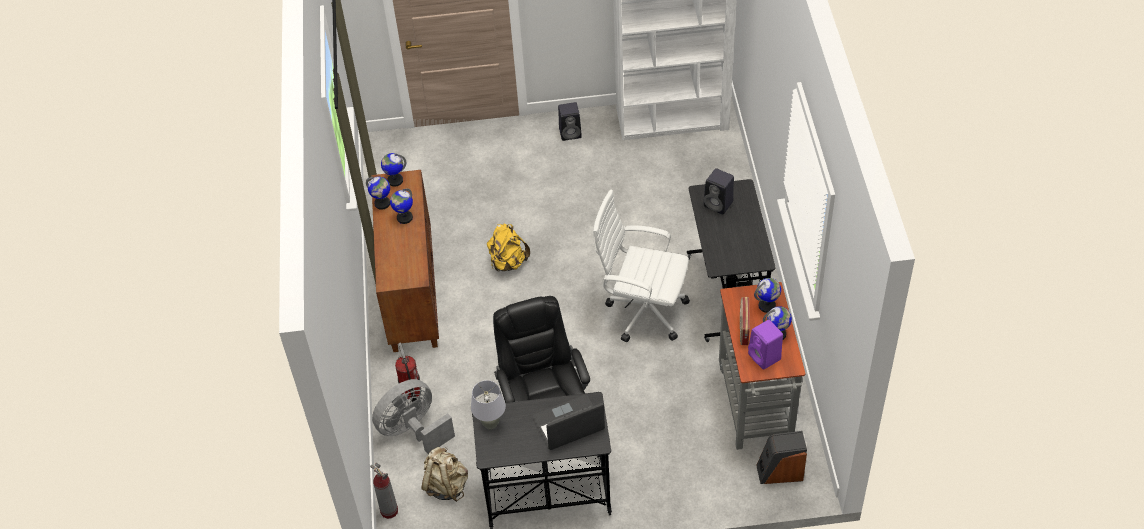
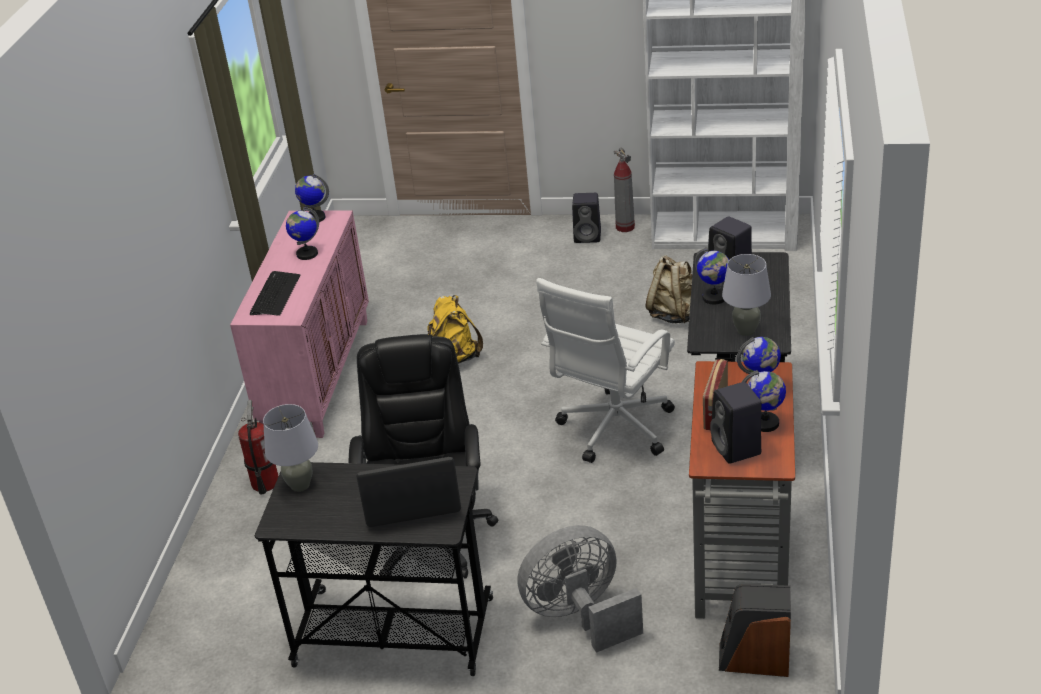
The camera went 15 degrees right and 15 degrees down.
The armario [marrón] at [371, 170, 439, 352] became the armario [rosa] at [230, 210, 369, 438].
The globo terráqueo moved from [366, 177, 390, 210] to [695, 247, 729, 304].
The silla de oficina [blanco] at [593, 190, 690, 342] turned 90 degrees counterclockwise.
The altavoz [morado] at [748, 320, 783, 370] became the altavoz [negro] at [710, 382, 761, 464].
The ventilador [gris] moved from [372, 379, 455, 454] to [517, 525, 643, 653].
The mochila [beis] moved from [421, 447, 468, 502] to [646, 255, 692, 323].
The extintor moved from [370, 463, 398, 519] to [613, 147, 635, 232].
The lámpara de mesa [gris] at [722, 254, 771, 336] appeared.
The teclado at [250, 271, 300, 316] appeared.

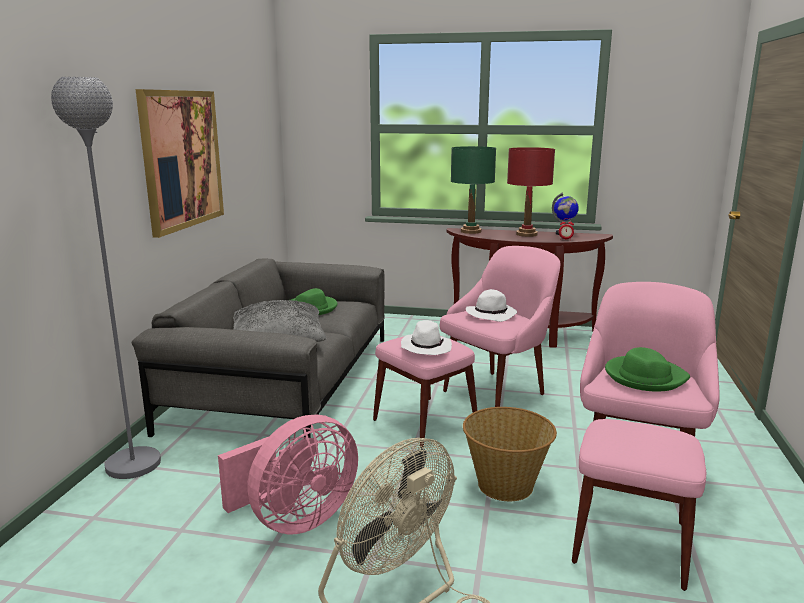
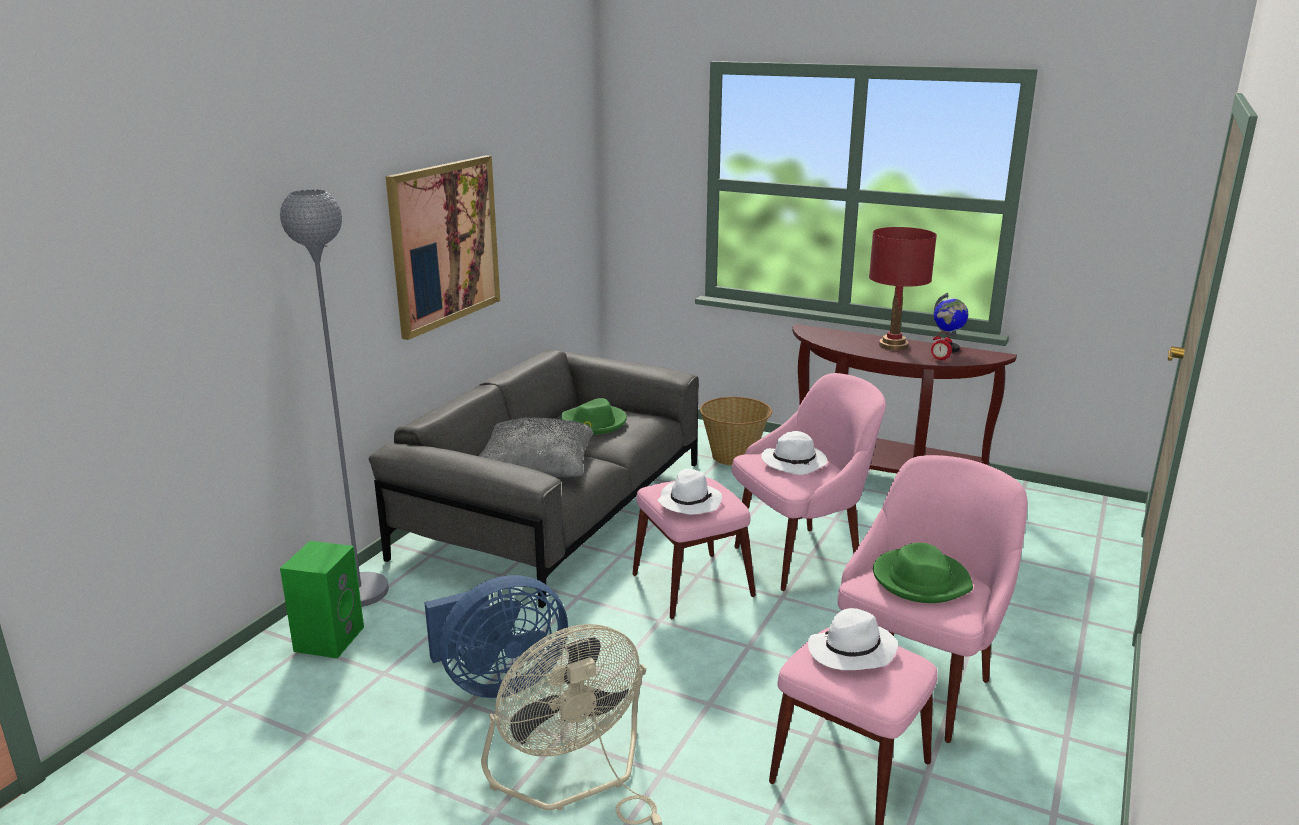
The camera went 15 degrees right and 5 degrees up.
The lámpara de mesa [verde] at [451, 146, 496, 234] disappeared.
The cesta moved from [463, 407, 557, 501] to [700, 397, 772, 465].
The ventilador [rosa] at [218, 414, 358, 535] became the ventilador [azul] at [424, 575, 568, 698].
The altavoz [verde] at [280, 541, 364, 658] appeared.
The sombrero [blanco] at [808, 608, 898, 670] appeared.

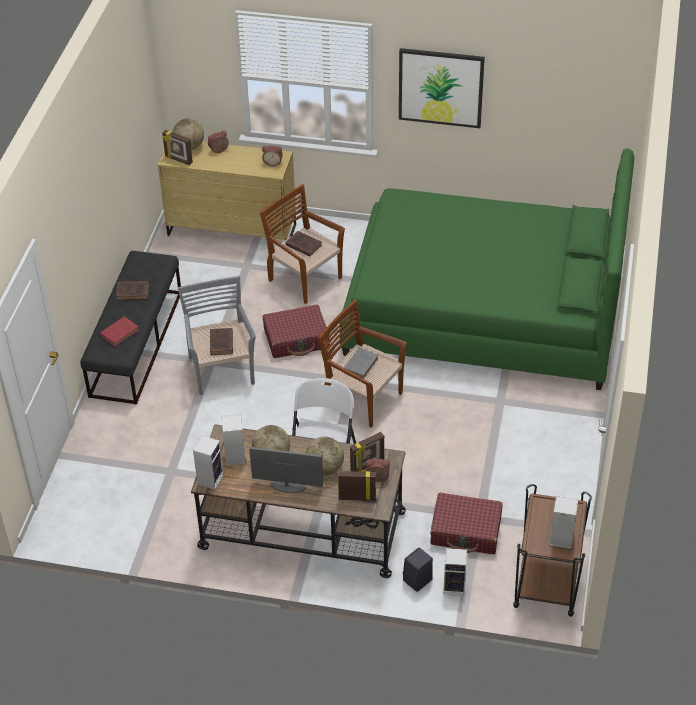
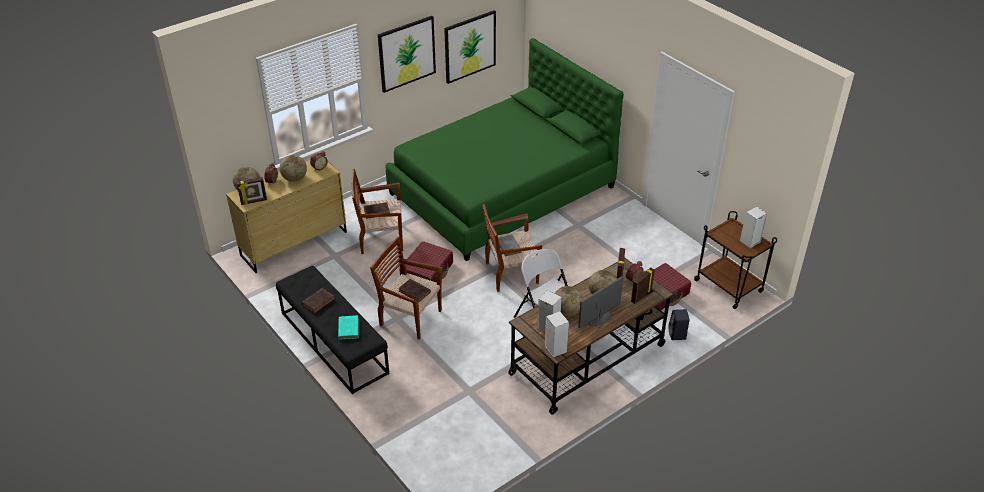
The camera went 50 degrees left and 5 degrees down.
The sillón [gris] at [177, 276, 256, 395] became the sillón [marrón] at [370, 237, 443, 340].
The libro [rojo] at [100, 316, 139, 347] became the libro [turquesa] at [338, 315, 359, 340].
The altavoz at [443, 548, 467, 596] disappeared.
The cuadro at [444, 10, 496, 84] appeared.
The globo terráqueo at [280, 155, 307, 182] appeared.

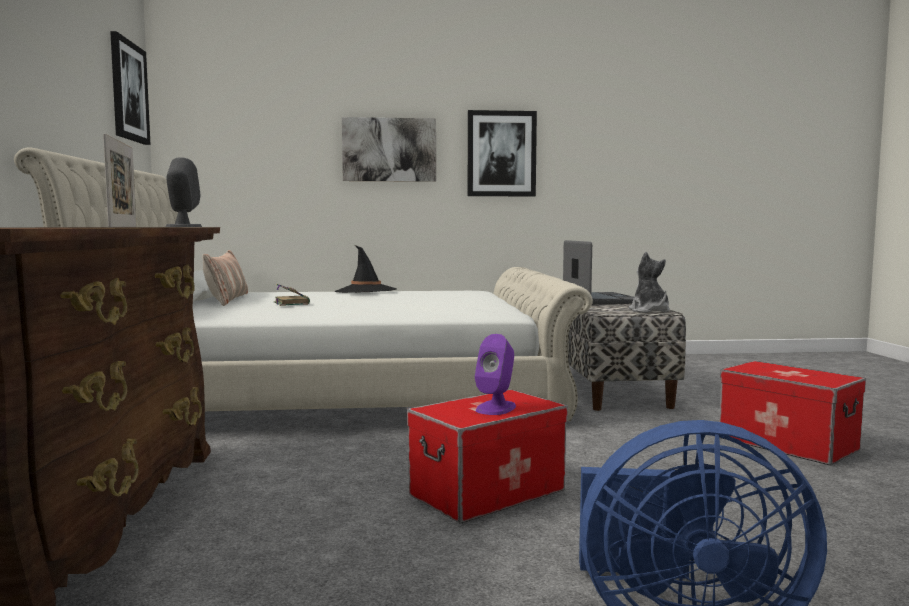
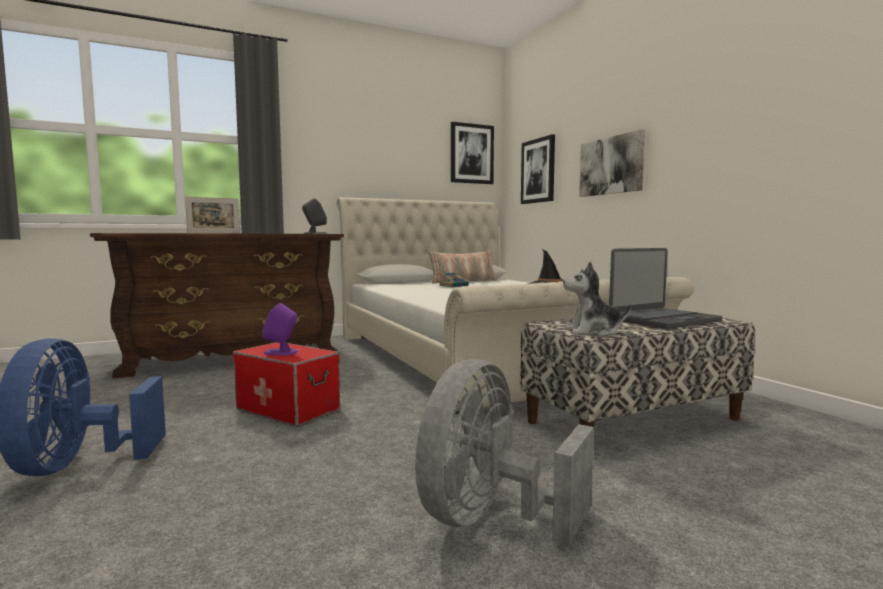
The camera went 70 degrees right and 0 degrees up.
The cuadro moved from [468, 110, 537, 196] to [521, 134, 555, 204].
The peluche at [629, 252, 670, 313] turned 150 degrees counterclockwise.
The caja de almacenaje at [719, 361, 866, 465] was replaced by the ventilador [gris] at [415, 359, 594, 546].

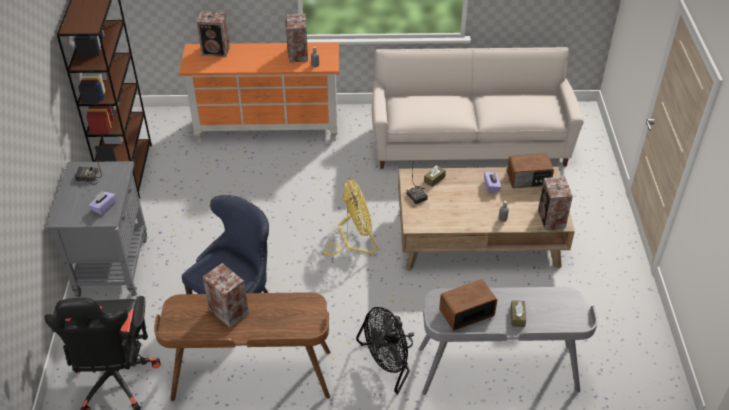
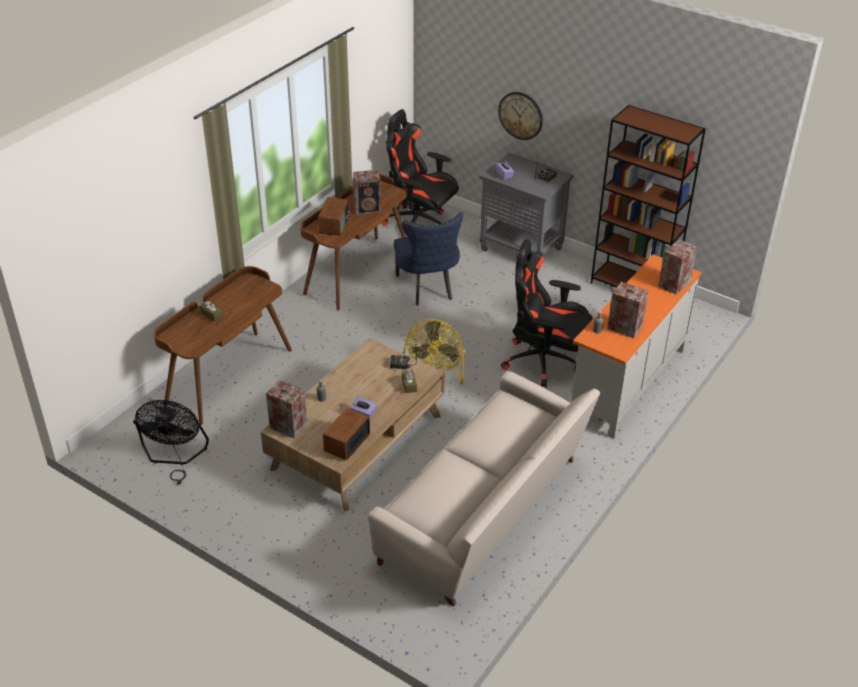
The camera went 125 degrees right and 5 degrees down.
The radio moved from [439, 279, 497, 331] to [318, 197, 351, 236].
The escritorio [gris] at [419, 287, 598, 395] became the escritorio [marrón] at [154, 266, 292, 425].
The ventilador [negro] moved from [356, 307, 414, 394] to [133, 400, 209, 485].
The reloj de pared at [498, 92, 543, 140] appeared.
The silla de oficina [negro] at [501, 239, 593, 387] appeared.

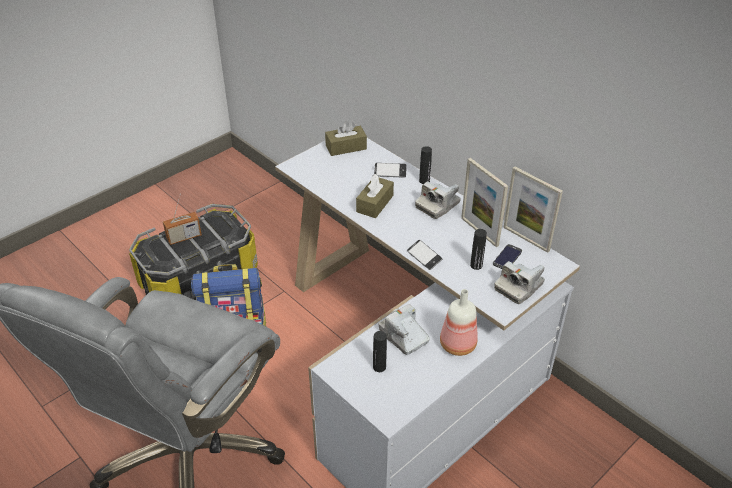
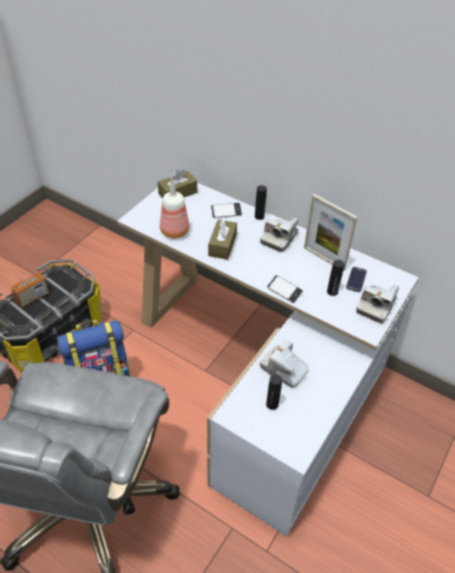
The camera went 15 degrees left and 5 degrees up.
The portarretratos at [503, 167, 563, 253] disappeared.
The botella moved from [440, 289, 478, 356] to [160, 181, 189, 238].

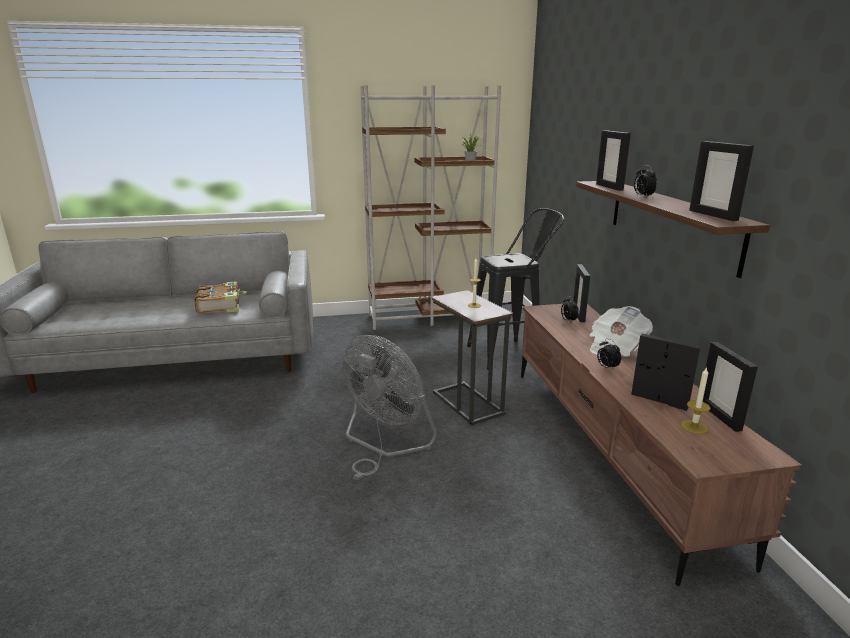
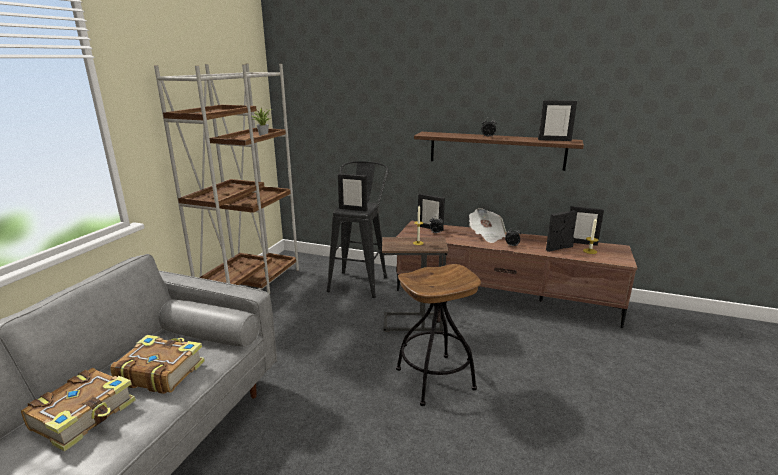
The camera went 60 degrees left and 0 degrees up.
The portarretratos moved from [596, 130, 631, 191] to [338, 173, 367, 211].
The ventilador [gris] at [341, 335, 437, 481] was replaced by the taburete [marrón] at [396, 264, 481, 406].
The libro at [21, 368, 136, 451] appeared.

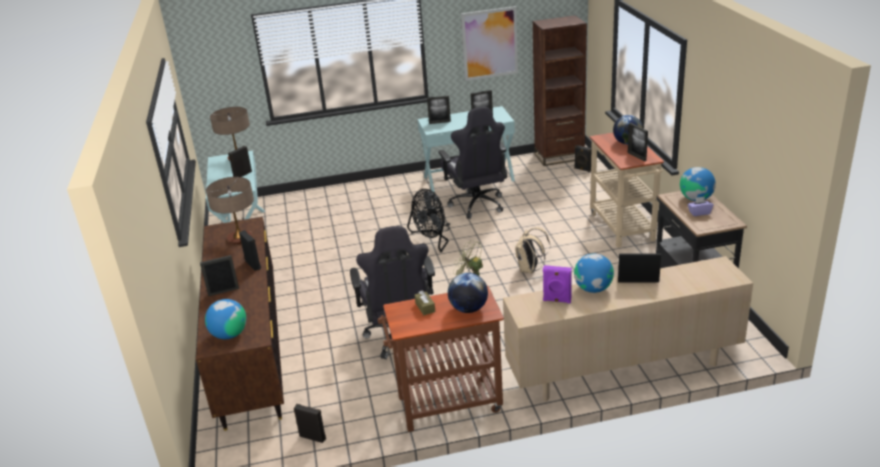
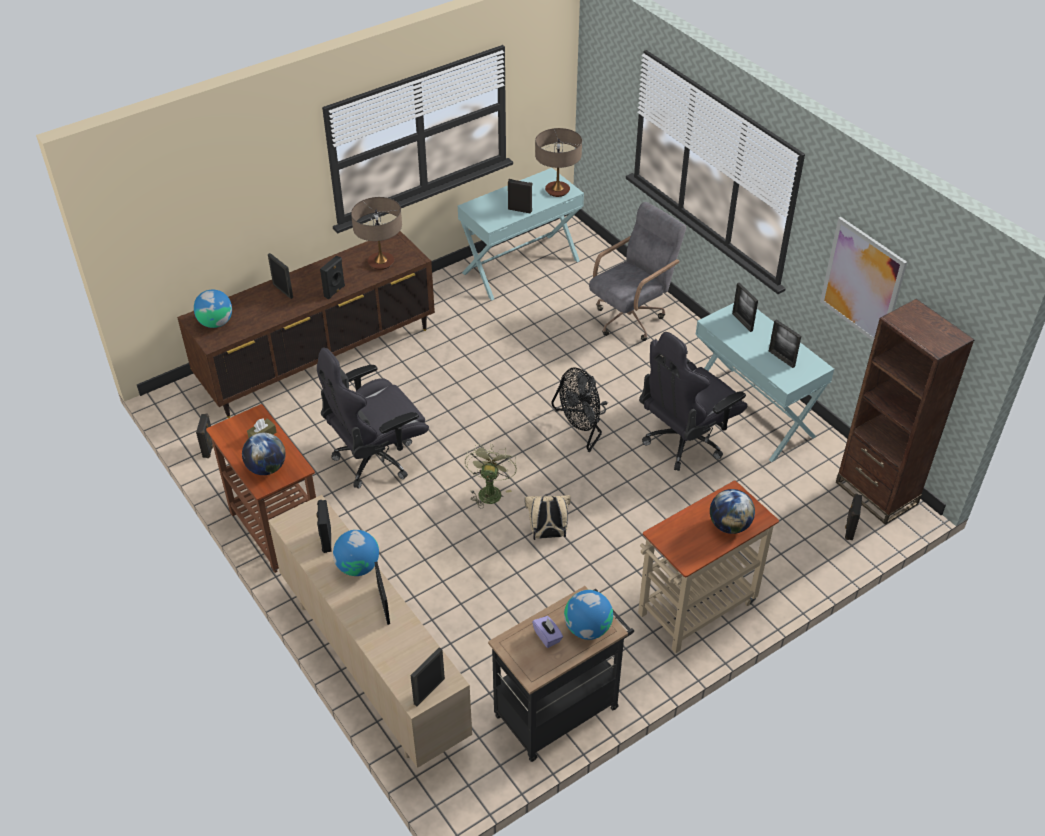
The camera went 65 degrees right and 15 degrees up.
The portarretratos moved from [628, 123, 648, 162] to [411, 647, 445, 706].
The ventilador [negro] at [407, 189, 450, 253] turned 60 degrees counterclockwise.
The altavoz [morado] at [543, 265, 572, 303] became the altavoz [negro] at [316, 500, 331, 553].
The silla de oficina [gris] at [589, 202, 686, 341] appeared.

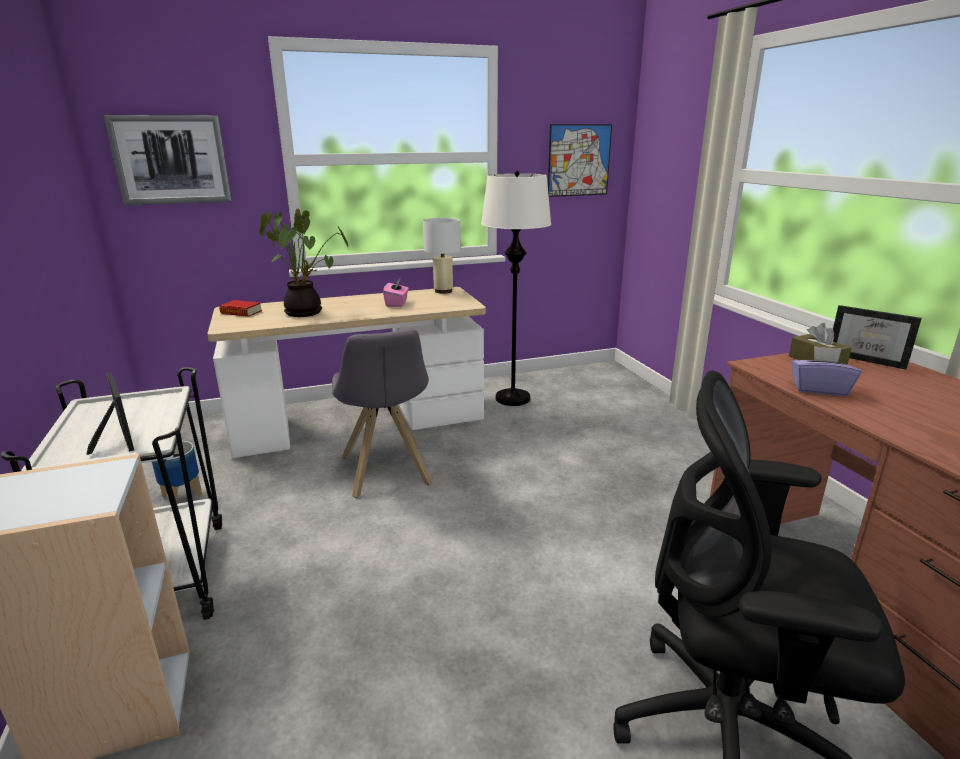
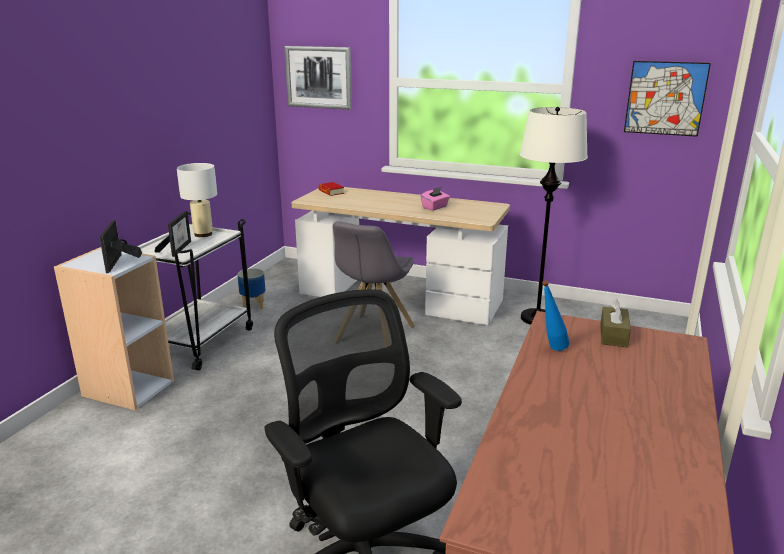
The camera went 40 degrees right and 0 degrees up.
The planta en maceta at [259, 209, 349, 317] disappeared.
The lámpara de mesa [blanco] moved from [423, 218, 461, 294] to [177, 163, 217, 237].
The portarretratos moved from [833, 305, 922, 370] to [99, 220, 142, 273].
The caja de pañuelos [morado] at [791, 346, 862, 396] was replaced by the botella [azul] at [542, 280, 569, 351].

